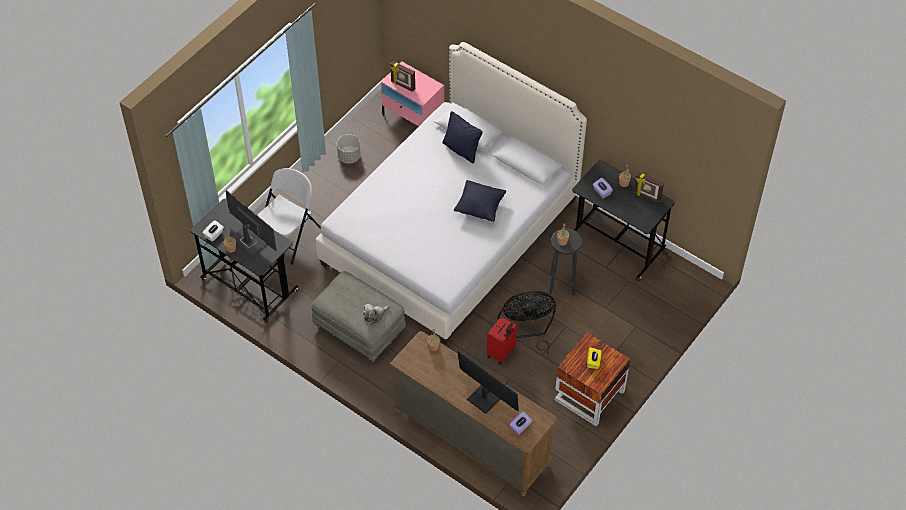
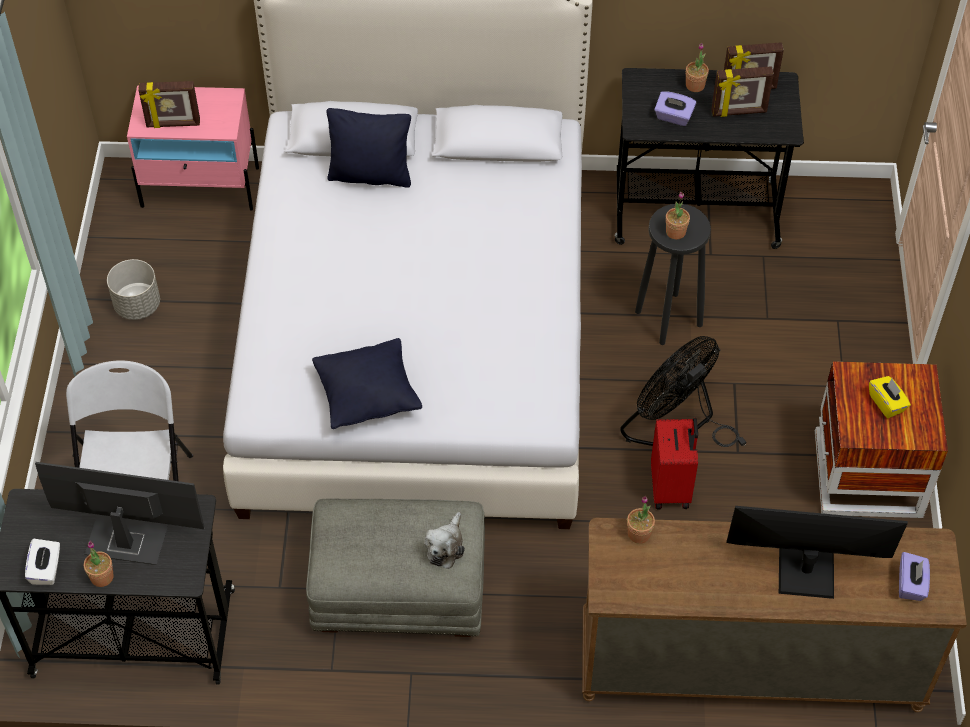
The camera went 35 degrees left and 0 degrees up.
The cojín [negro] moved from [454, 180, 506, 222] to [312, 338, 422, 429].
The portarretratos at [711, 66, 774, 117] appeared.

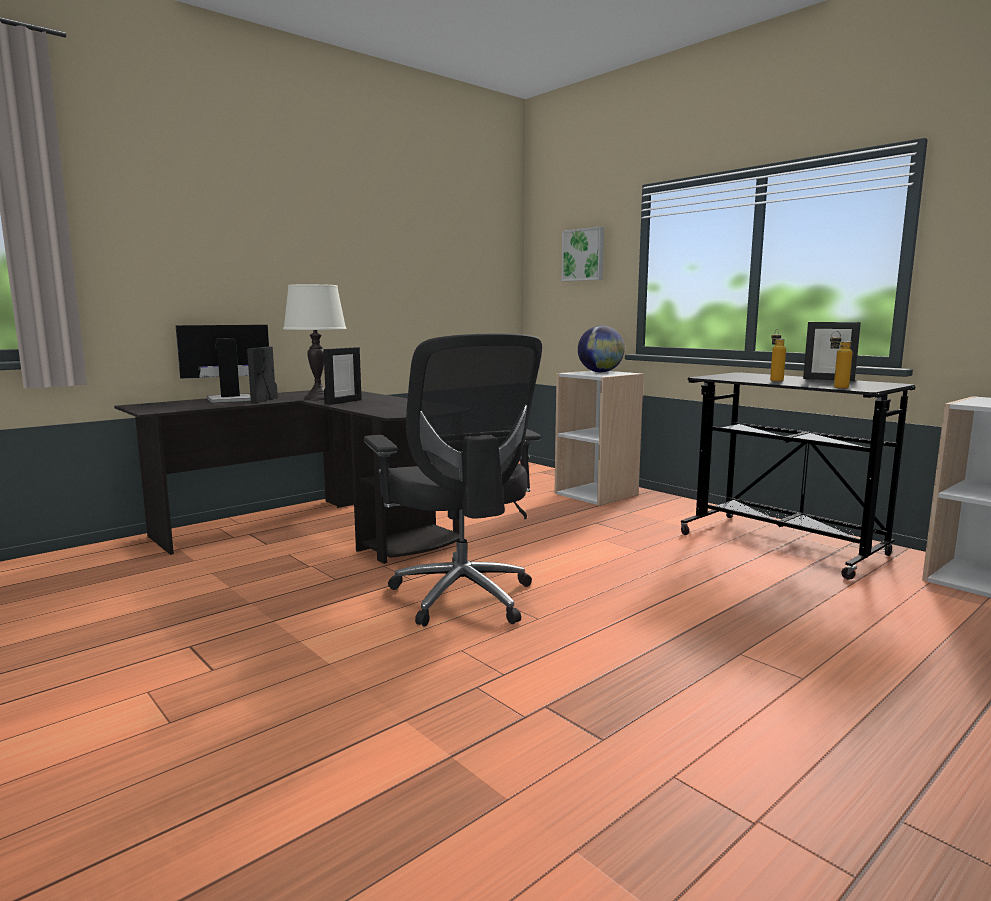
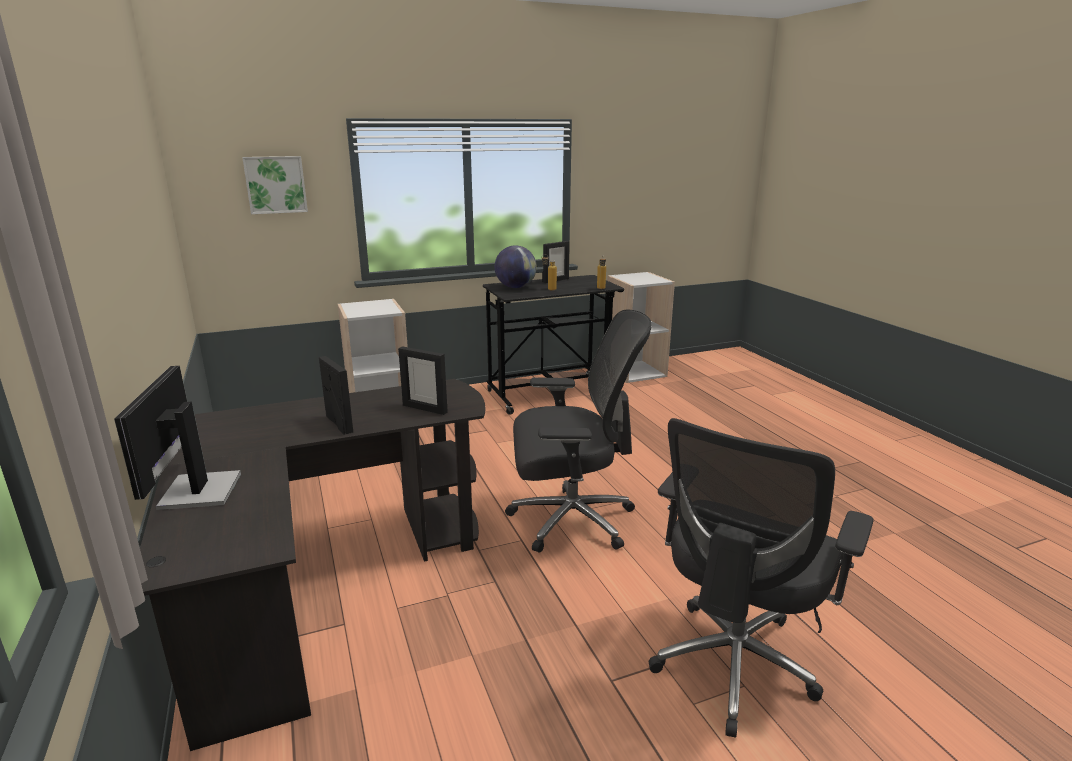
The camera went 70 degrees left and 10 degrees up.
The lámpara de mesa [blanco] at [283, 284, 347, 400] disappeared.
The globo terráqueo moved from [578, 326, 625, 372] to [495, 245, 537, 288].
The portarretratos moved from [247, 347, 278, 403] to [398, 346, 448, 415].
The silla de oficina at [649, 418, 874, 738] appeared.

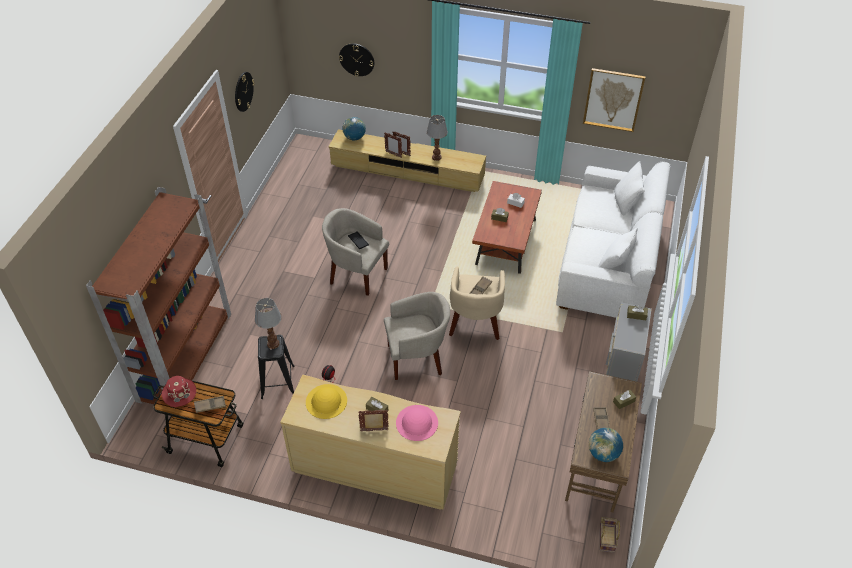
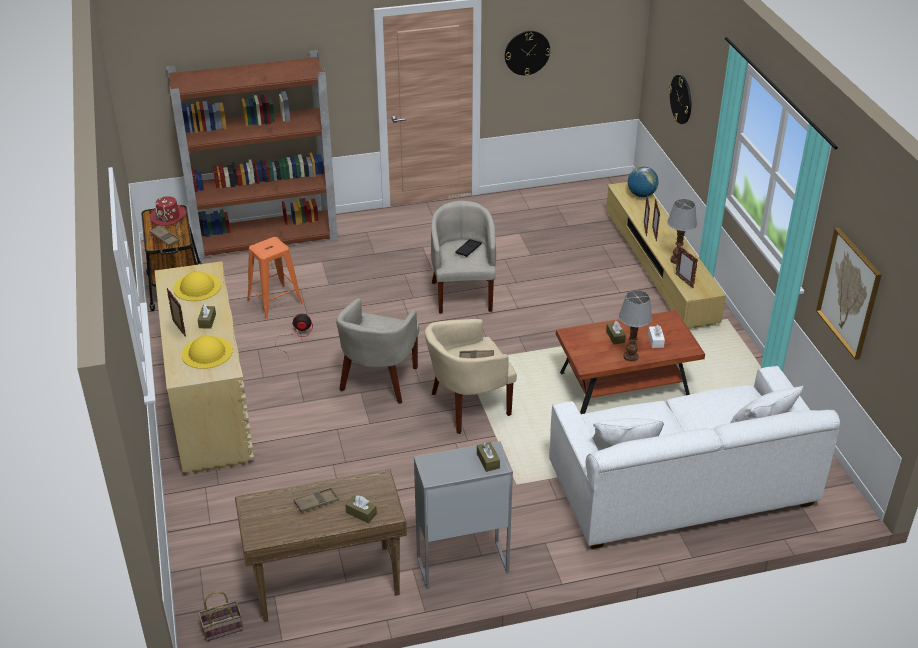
The camera went 60 degrees right and 10 degrees down.
The sillón [beis] at [384, 292, 450, 380] turned 60 degrees clockwise.
The lámpara de mesa moved from [255, 298, 282, 349] to [619, 290, 652, 362].
The taburete [negro] at [258, 335, 295, 399] became the taburete [naranja] at [247, 237, 304, 319].
The sombrero [rosa] at [396, 405, 438, 441] became the sombrero [amarillo] at [181, 336, 233, 369].
The globo terráqueo at [589, 428, 623, 462] disappeared.
The portarretratos at [675, 246, 698, 288] appeared.

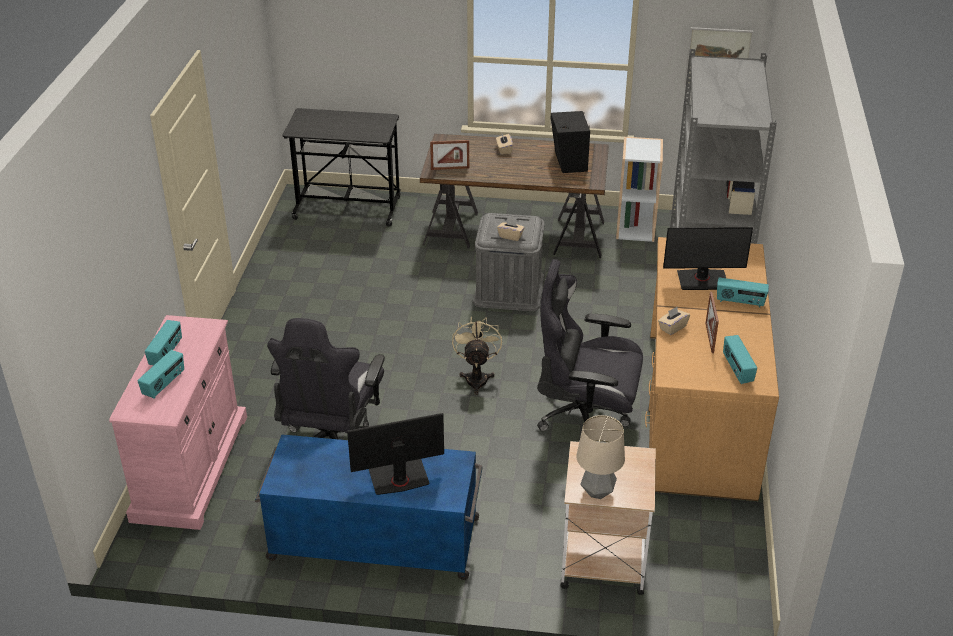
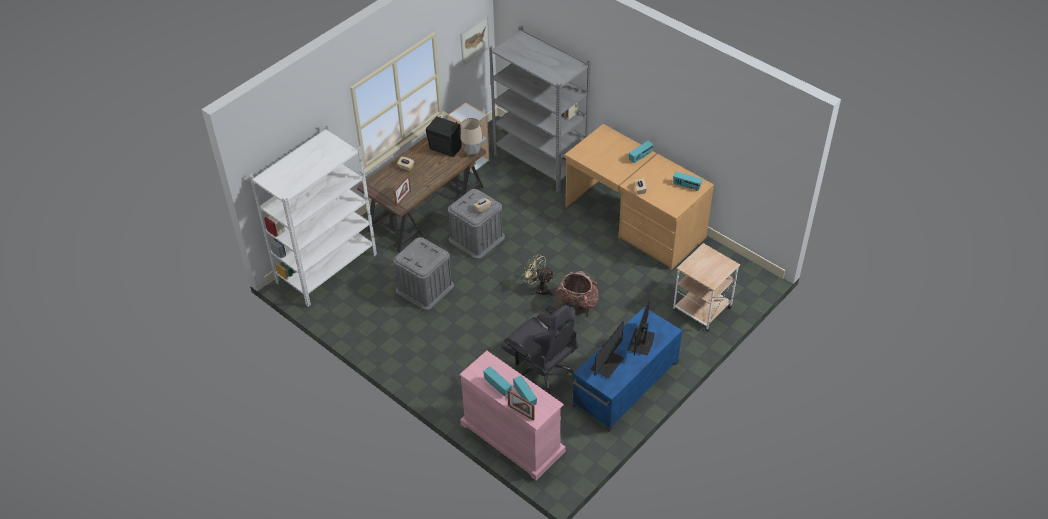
The camera went 55 degrees left and 10 degrees up.
The escritorio [negro] at [283, 108, 401, 227] was replaced by the estantería [blanco] at [250, 125, 377, 307].
The monitor moved from [663, 227, 753, 290] to [591, 321, 624, 379].
The silla de oficina [negro] at [537, 259, 643, 431] disappeared.
The portarretratos moved from [706, 292, 719, 353] to [508, 390, 535, 421].
The lámpara de mesa moved from [576, 415, 625, 499] to [460, 118, 483, 157].
The caja de almacenaje [gris] at [393, 237, 454, 311] appeared.
The mochila at [555, 271, 599, 317] appeared.

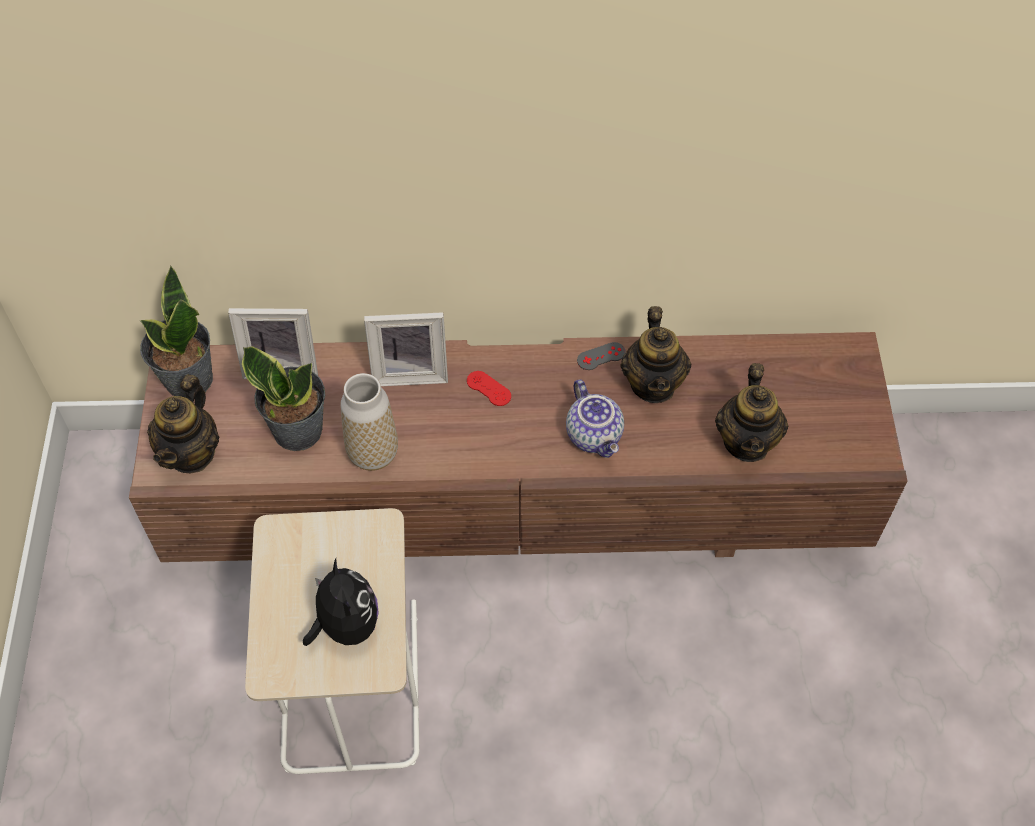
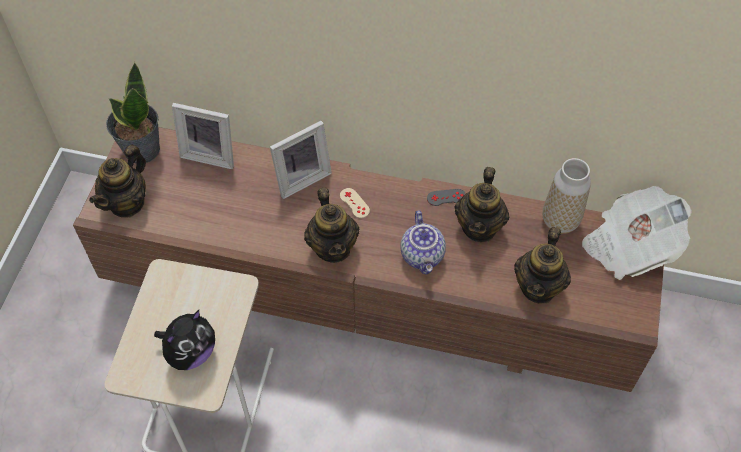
The camera went 15 degrees right and 0 degrees up.
The portarretratos at [364, 312, 448, 386] turned 45 degrees counterclockwise.
The planta en maceta at [242, 346, 325, 451] disappeared.
The mando de consola [rojo] at [467, 371, 511, 406] became the mando de consola [beis] at [340, 188, 370, 218].
The florero moved from [341, 373, 398, 471] to [543, 158, 591, 234].
The peluche at [303, 559, 379, 646] turned 45 degrees clockwise.
The periódico at [582, 186, 692, 280] appeared.
The tetera at [304, 187, 359, 263] appeared.

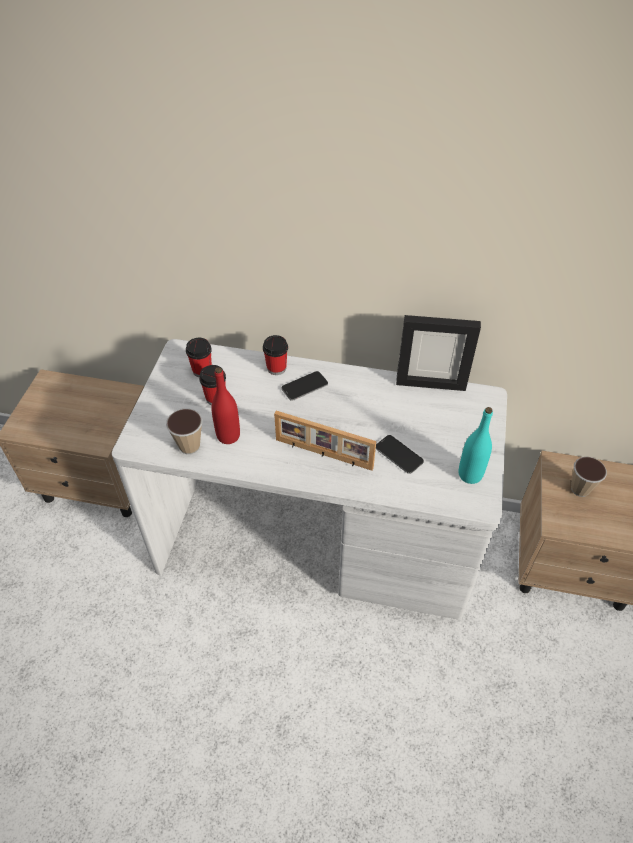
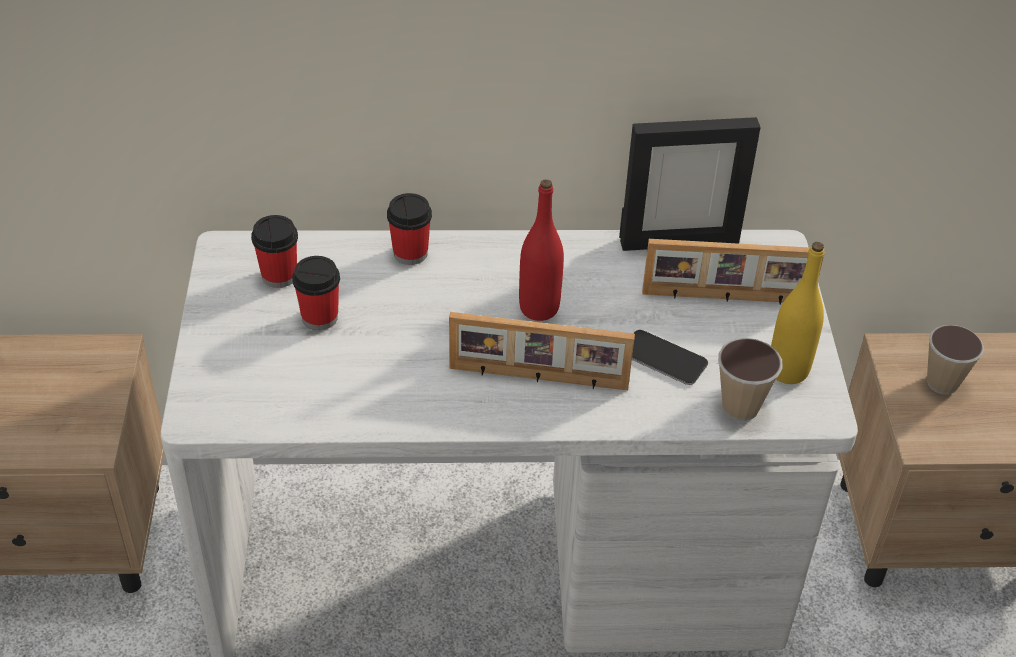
The camera went 15 degrees left and 5 degrees down.
The botella [rojo] moved from [211, 367, 240, 444] to [519, 180, 564, 321].
The móvil at [281, 371, 328, 401] disappeared.
The botella [turquesa] at [459, 407, 493, 484] became the botella [amarillo] at [771, 242, 824, 384].
The taza moved from [166, 409, 203, 454] to [718, 338, 783, 421].
The portarretratos at [642, 239, 824, 305] appeared.

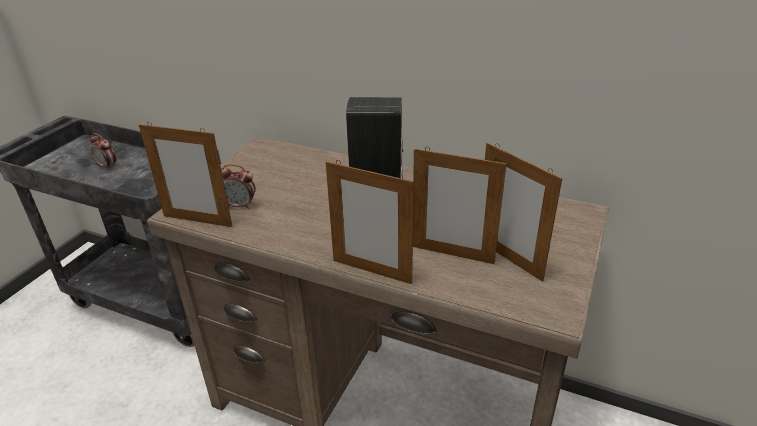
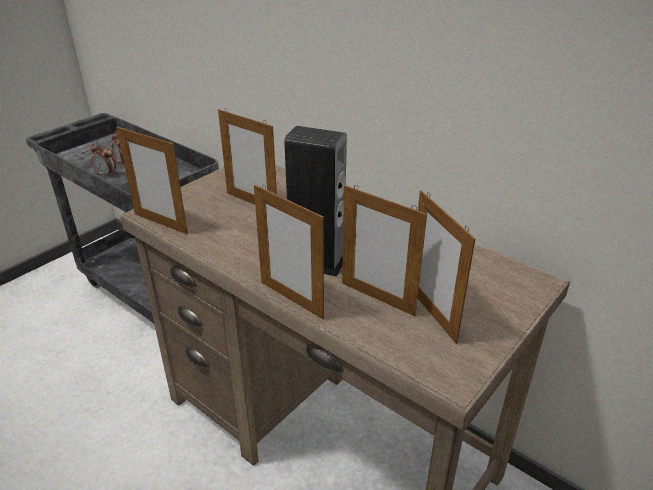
The camera went 15 degrees right and 0 degrees up.
The despertador moved from [221, 164, 256, 209] to [90, 143, 116, 178].
The portarretratos at [218, 108, 277, 205] appeared.

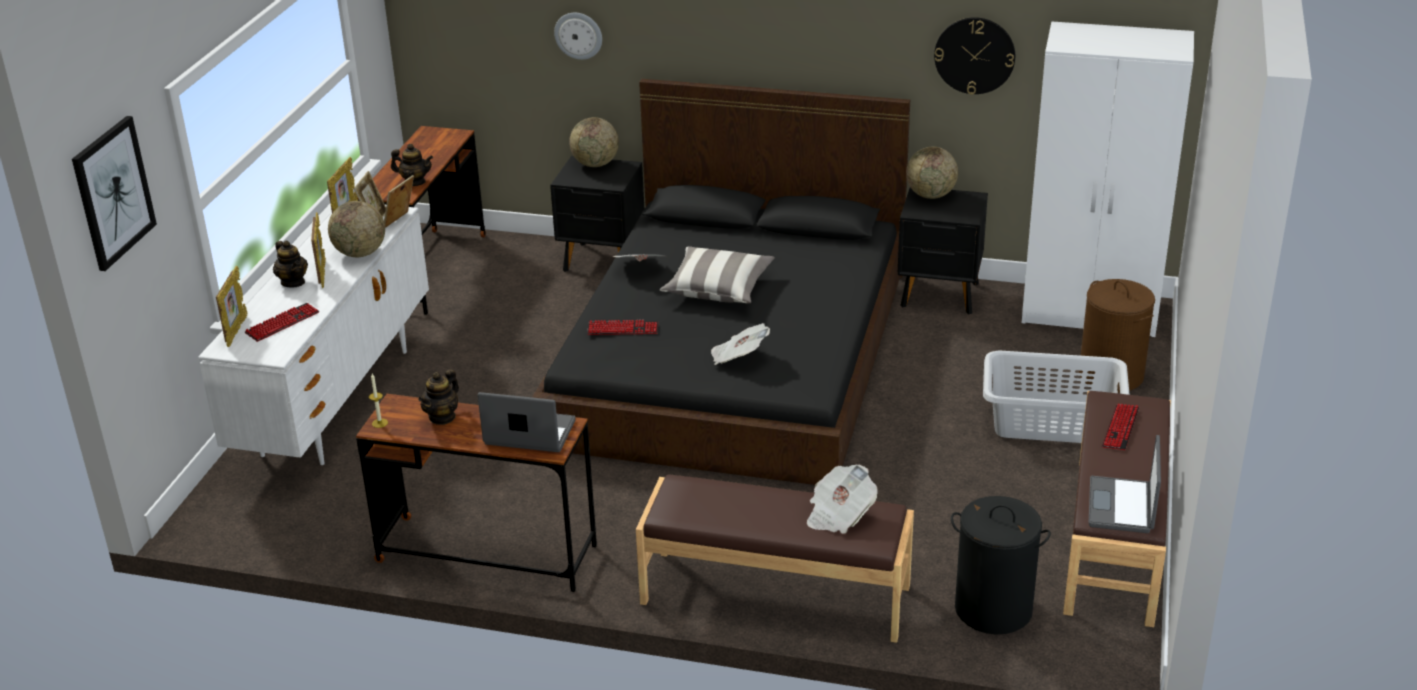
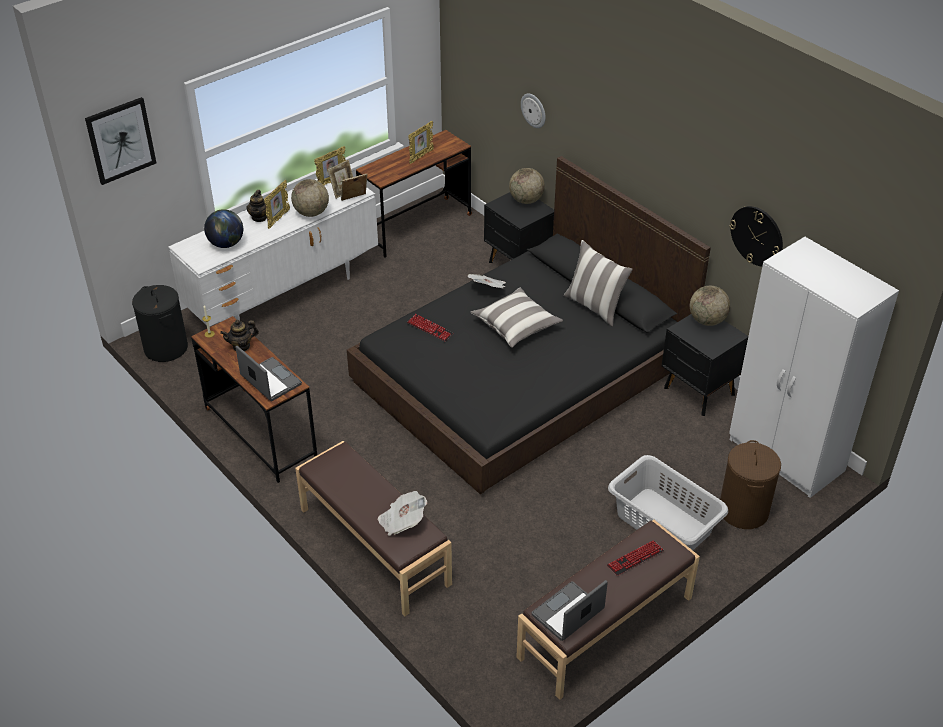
The camera went 35 degrees right and 10 degrees up.
The tetera at [391, 144, 433, 186] disappeared.
The portarretratos moved from [216, 266, 247, 347] to [408, 121, 434, 164].
The teclado at [245, 303, 320, 342] was replaced by the globo terráqueo at [204, 209, 243, 248].
The periódico at [711, 323, 770, 365] disappeared.
The cesto de la ropa [negro] moved from [951, 496, 1051, 634] to [132, 285, 188, 362].
The cojín at [564, 240, 633, 326] appeared.

